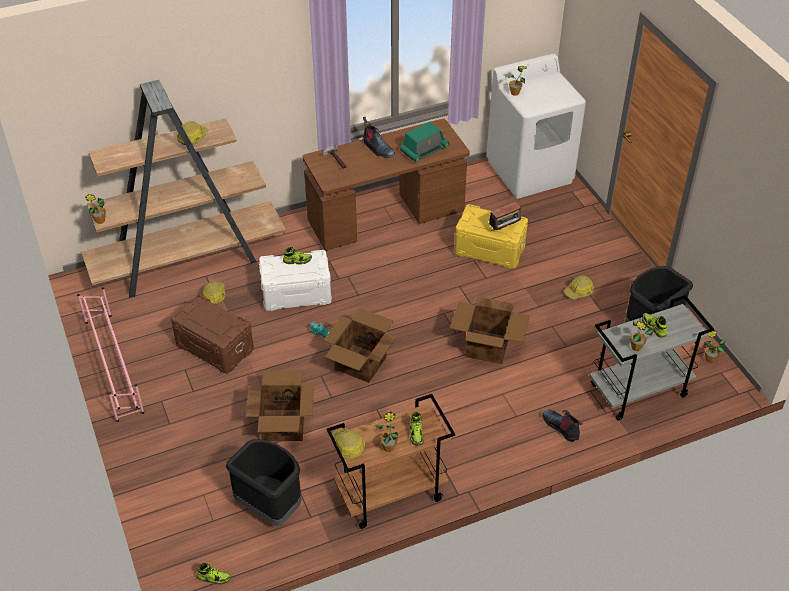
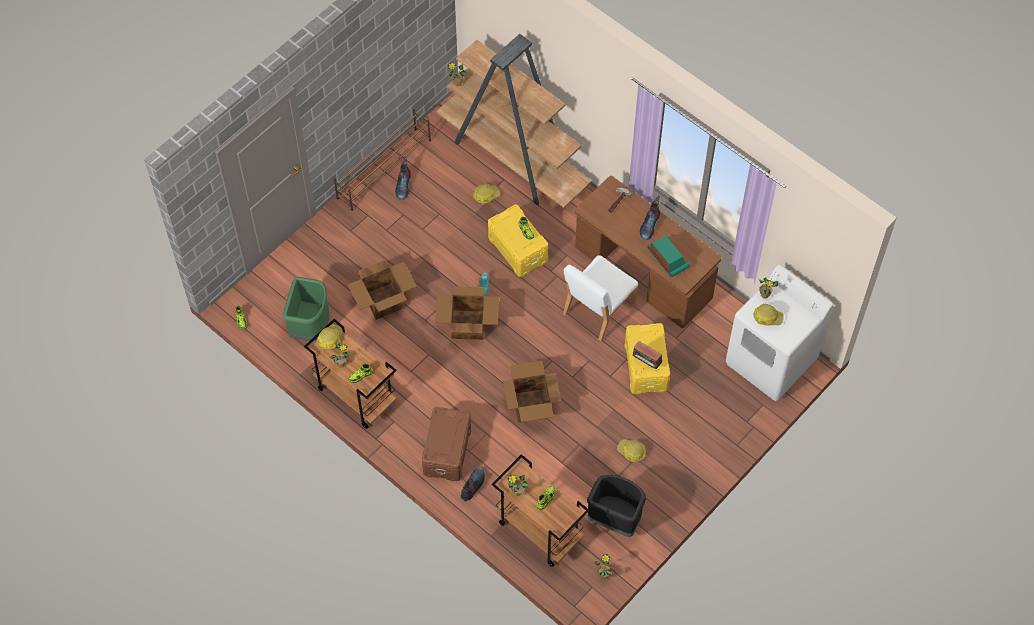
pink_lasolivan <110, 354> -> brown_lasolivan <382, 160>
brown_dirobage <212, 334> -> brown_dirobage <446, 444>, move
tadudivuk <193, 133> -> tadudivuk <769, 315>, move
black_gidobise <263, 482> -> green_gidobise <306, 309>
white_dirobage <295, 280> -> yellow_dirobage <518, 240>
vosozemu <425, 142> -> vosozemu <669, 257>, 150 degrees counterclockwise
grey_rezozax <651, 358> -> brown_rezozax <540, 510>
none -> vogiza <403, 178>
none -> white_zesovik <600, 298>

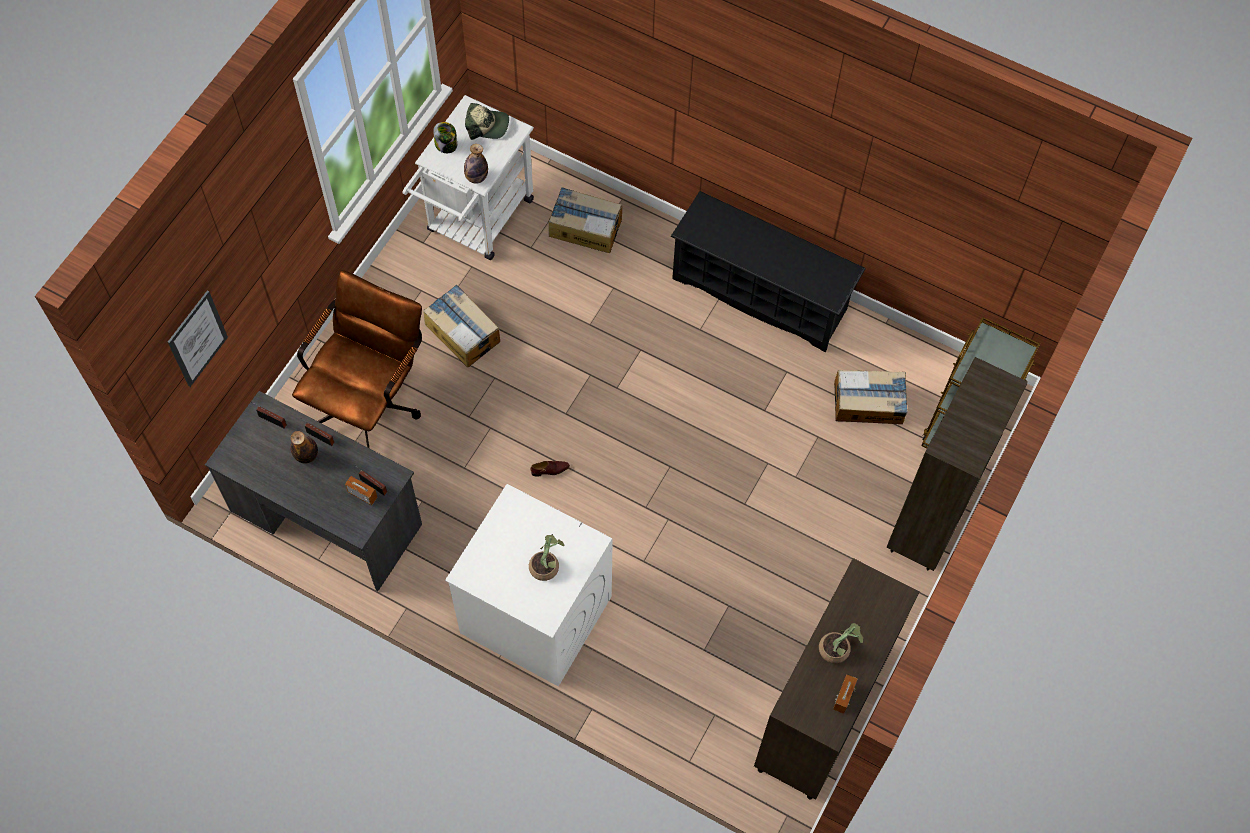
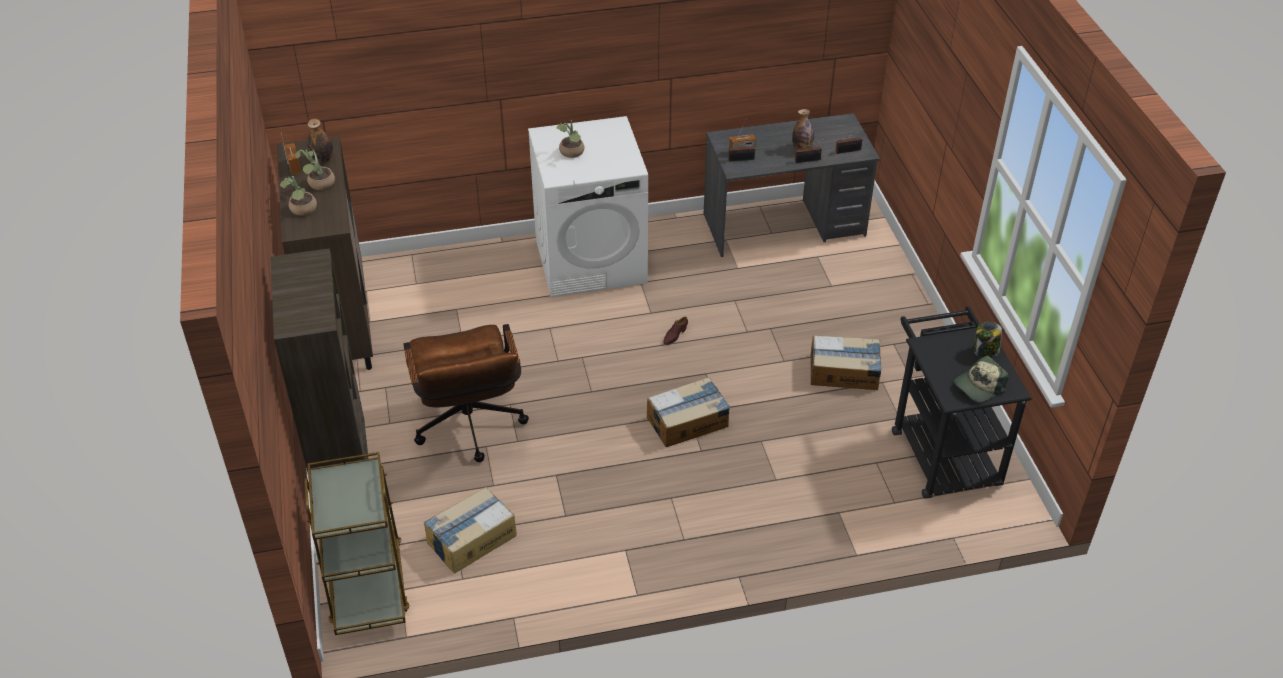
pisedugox <198, 338> -> none
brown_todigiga <357, 359> -> brown_todigiga <466, 393>, move
white_rezozax <468, 177> -> black_rezozax <962, 402>
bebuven <476, 164> -> bebuven <320, 141>, move
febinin <585, 220> -> febinin <688, 412>, move
black_lasolivan <768, 272> -> none
none -> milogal <298, 196>

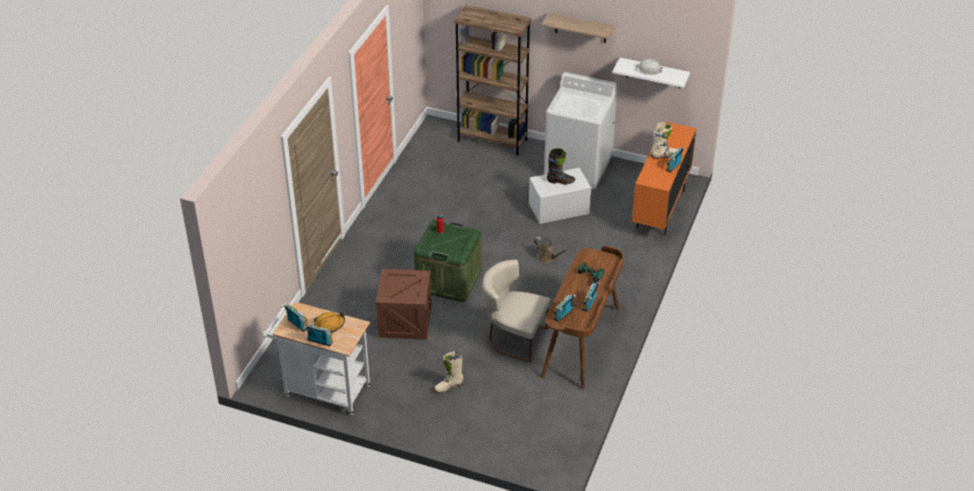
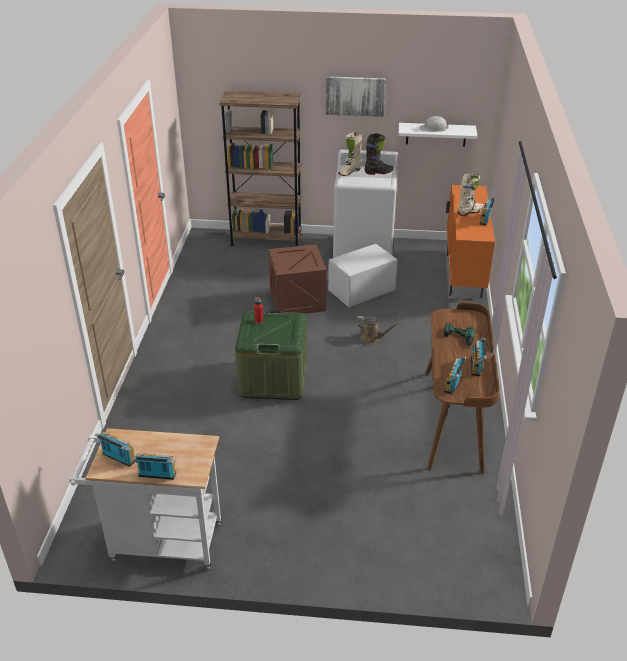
orange_tadudivuk <329, 322> -> none
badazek <403, 304> -> badazek <298, 279>, move
beige_vogiza <448, 372> -> beige_vogiza <350, 154>, move
beige_zesovik <516, 311> -> none
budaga <578, 28> -> pisedugox <356, 96>
black_vogiza <561, 166> -> black_vogiza <379, 154>, move

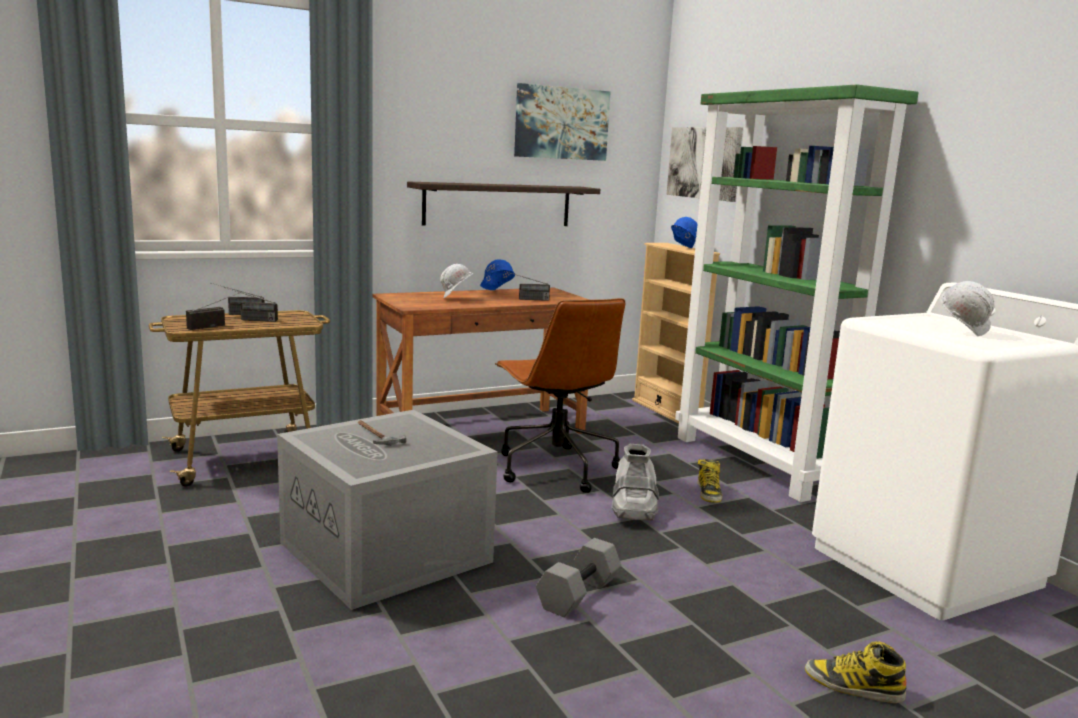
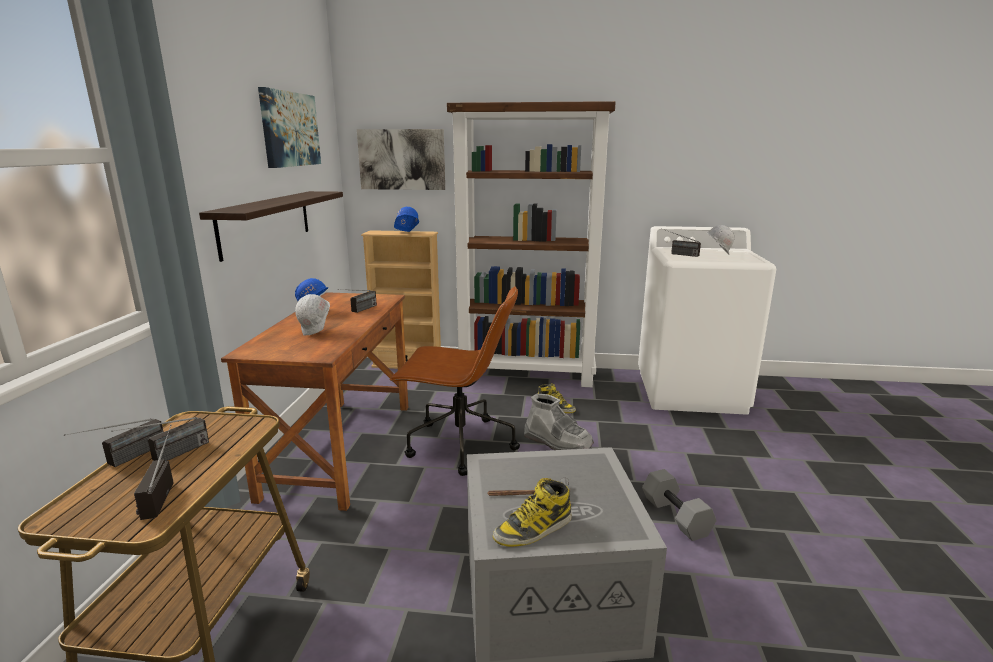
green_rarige <797, 293> -> brown_rarige <531, 244>
vogiza <855, 672> -> vogiza <532, 512>, move
none -> vosozemu <681, 242>

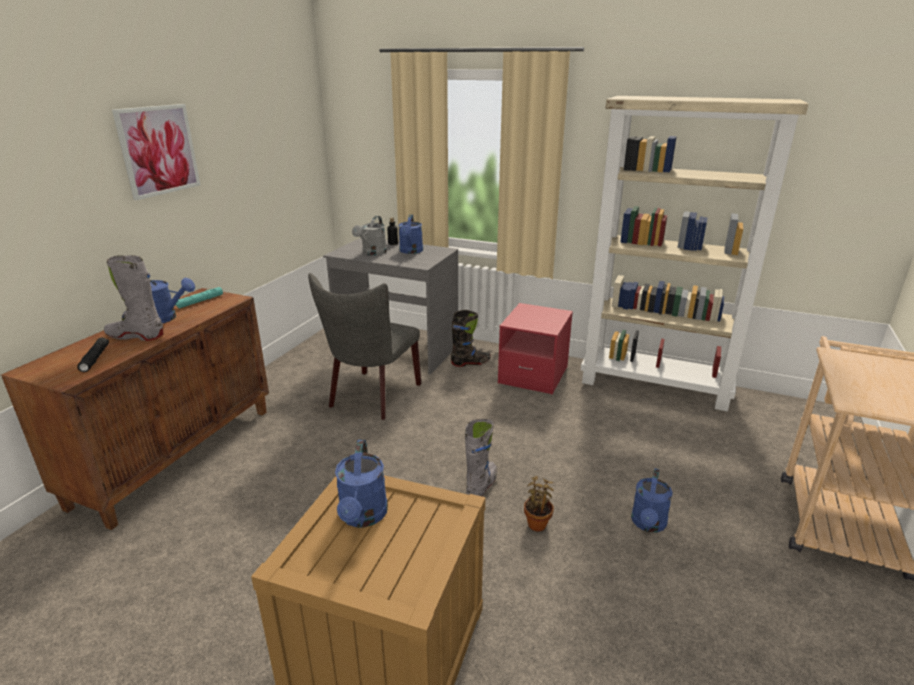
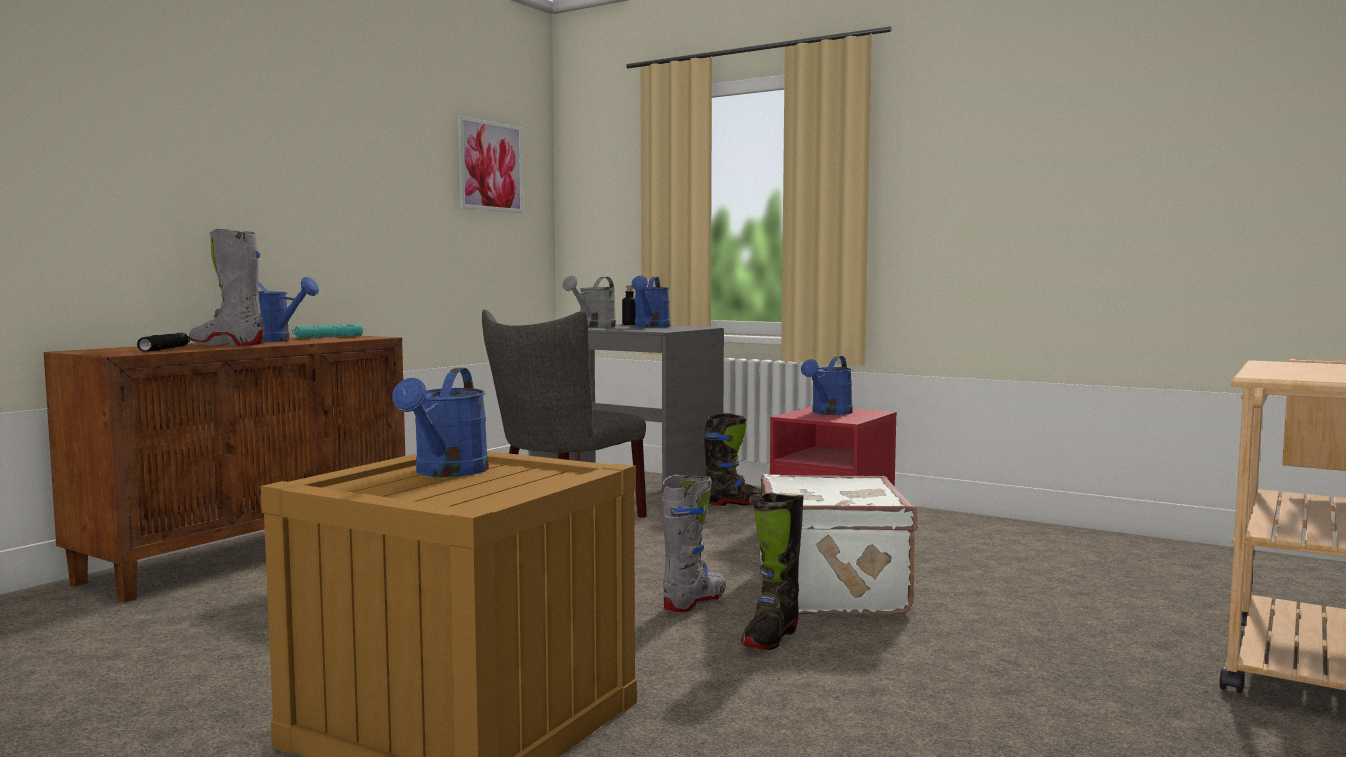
pisedugox <156, 152> -> pisedugox <490, 164>, move
milogal <539, 504> -> black_vogiza <772, 571>
beige_rarige <695, 253> -> none
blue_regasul <652, 500> -> blue_regasul <827, 385>, move
none -> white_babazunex <839, 544>

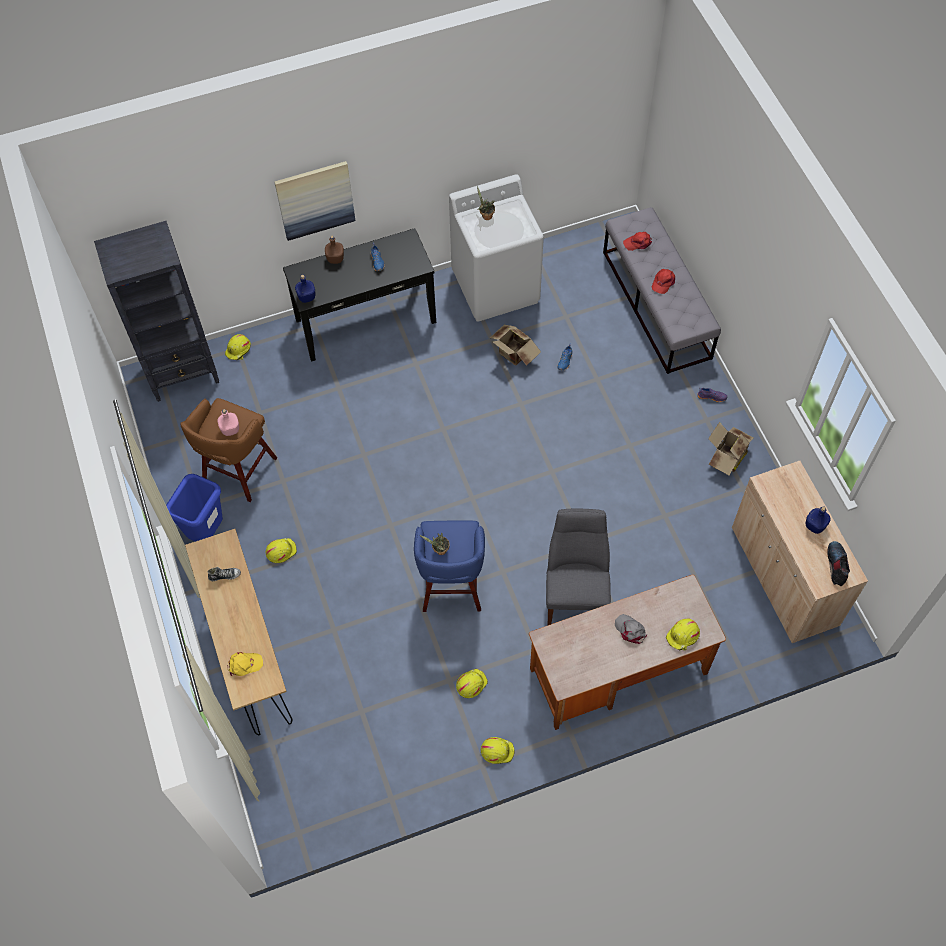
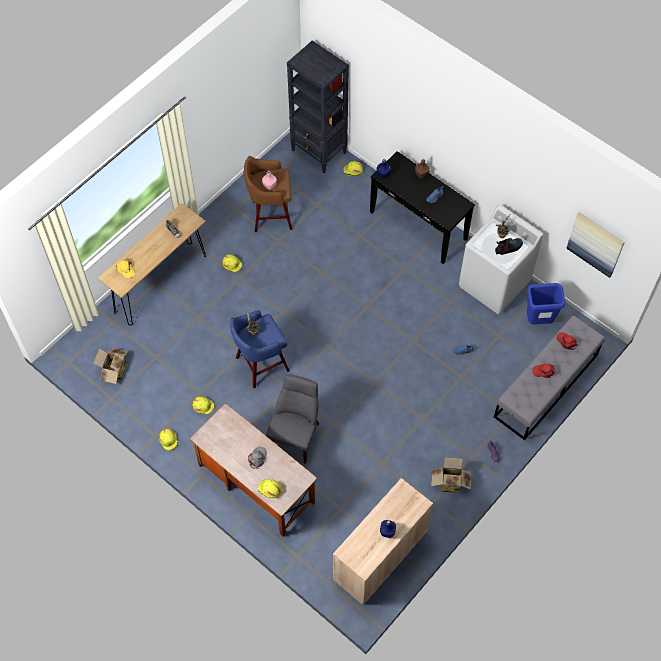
blue_gidobise <194, 508> -> blue_gidobise <546, 303>, move
pisedugox <314, 201> -> pisedugox <595, 245>, move
febinin <515, 345> -> febinin <111, 366>, move
grey_zesovik <578, 567> -> grey_zesovik <292, 419>, 45 degrees counterclockwise
vogiza <838, 563> -> vogiza <509, 246>, move

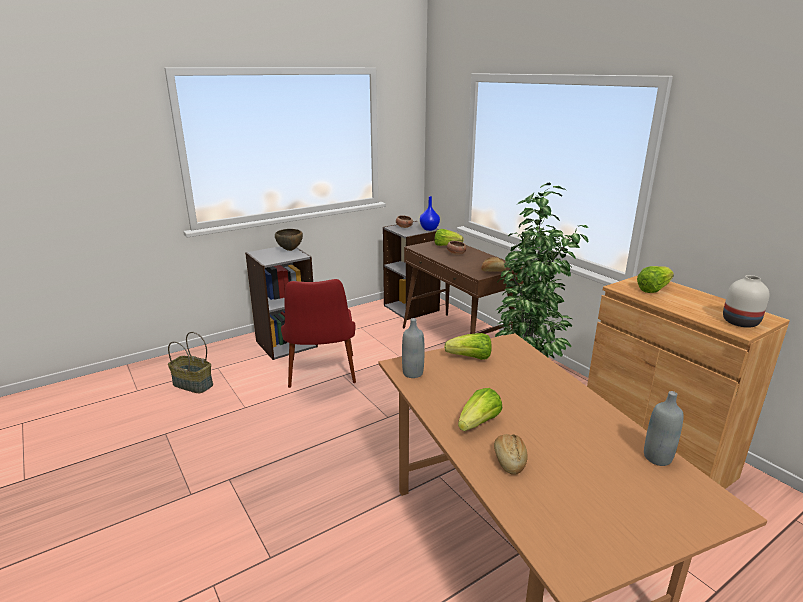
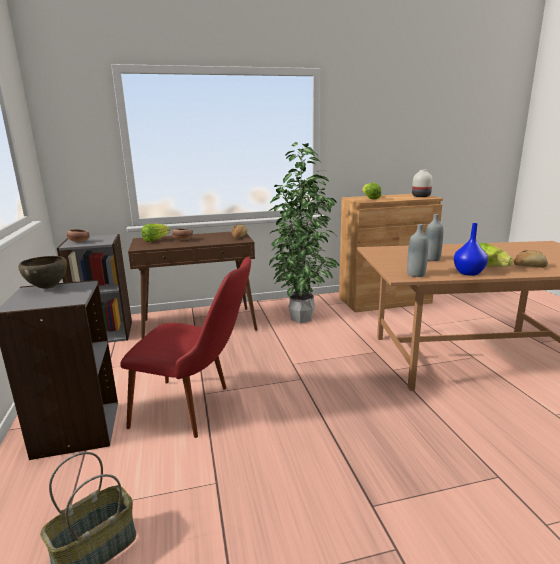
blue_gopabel <430, 213> -> blue_gopabel <471, 249>, move
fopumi <468, 346> -> none
grey_bebuven <664, 428> -> grey_bebuven <434, 237>, move

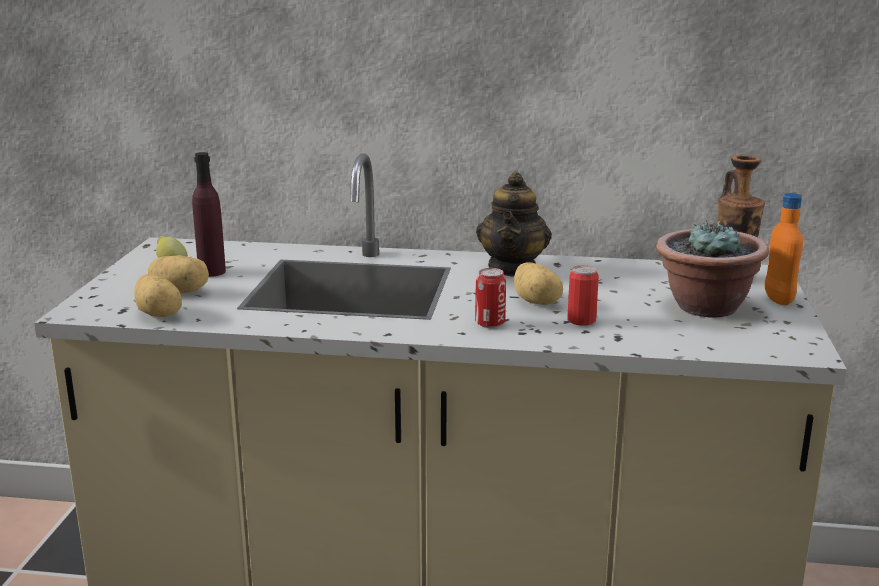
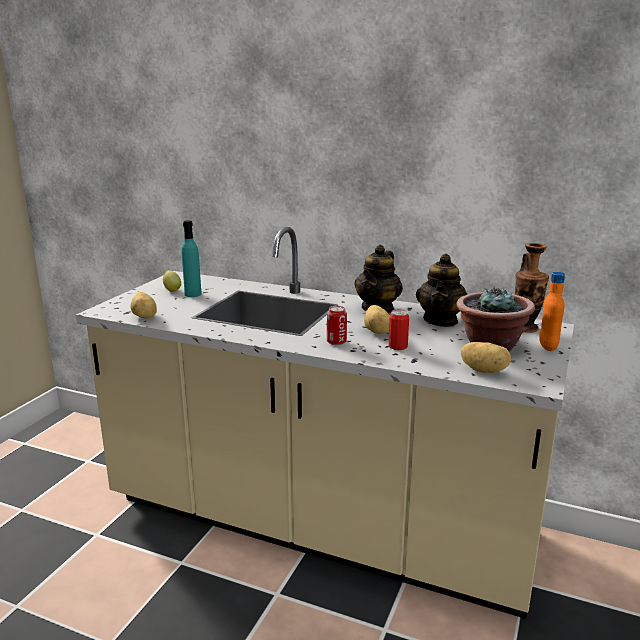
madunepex <178, 274> -> madunepex <486, 357>, move
purple_bebuven <209, 214> -> turquoise_bebuven <191, 258>
none -> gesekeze <441, 290>

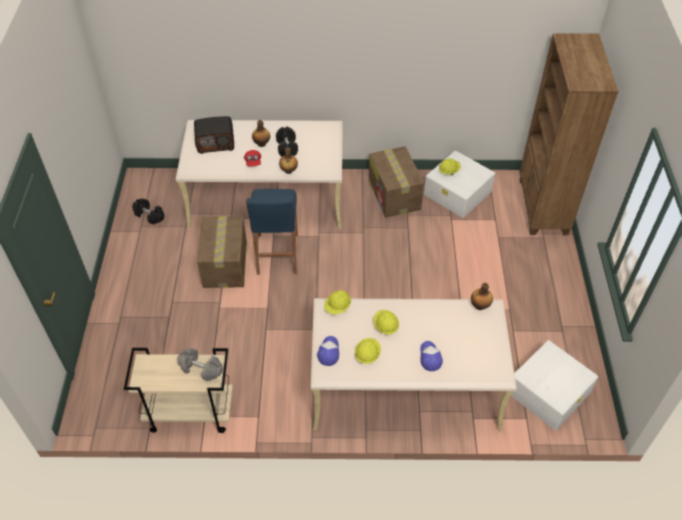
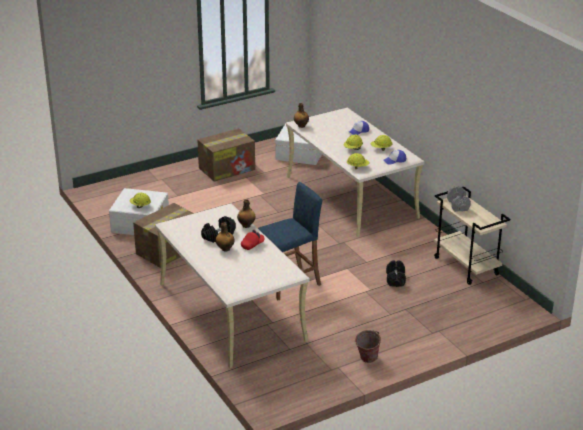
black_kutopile <148, 211> -> black_kutopile <396, 273>, move
vosozemu <214, 135> -> none
febinin <222, 252> -> febinin <226, 155>, move
brown_rarige <569, 134> -> none
none -> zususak <367, 346>

